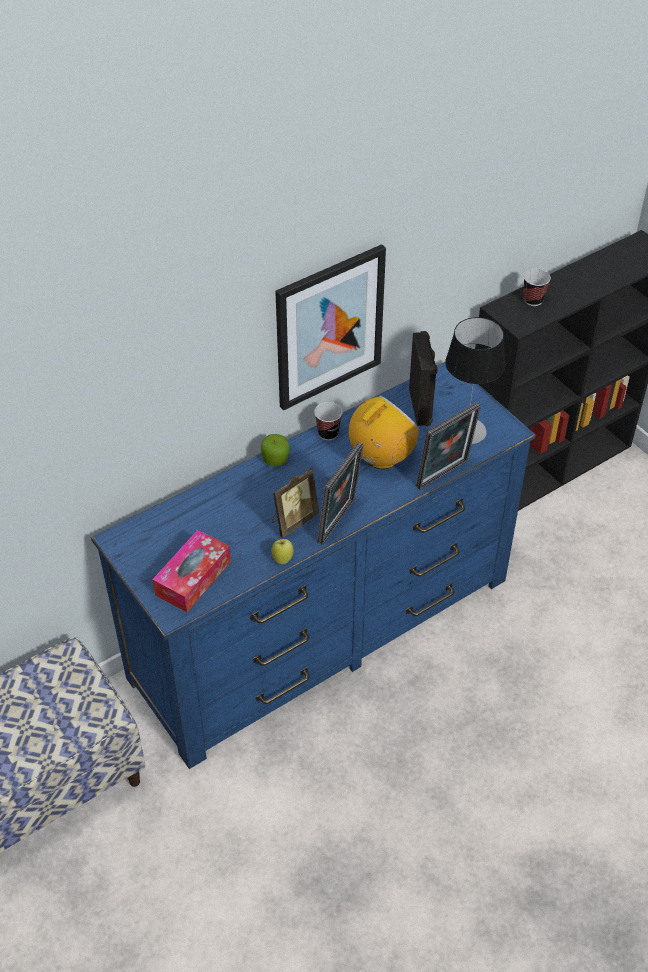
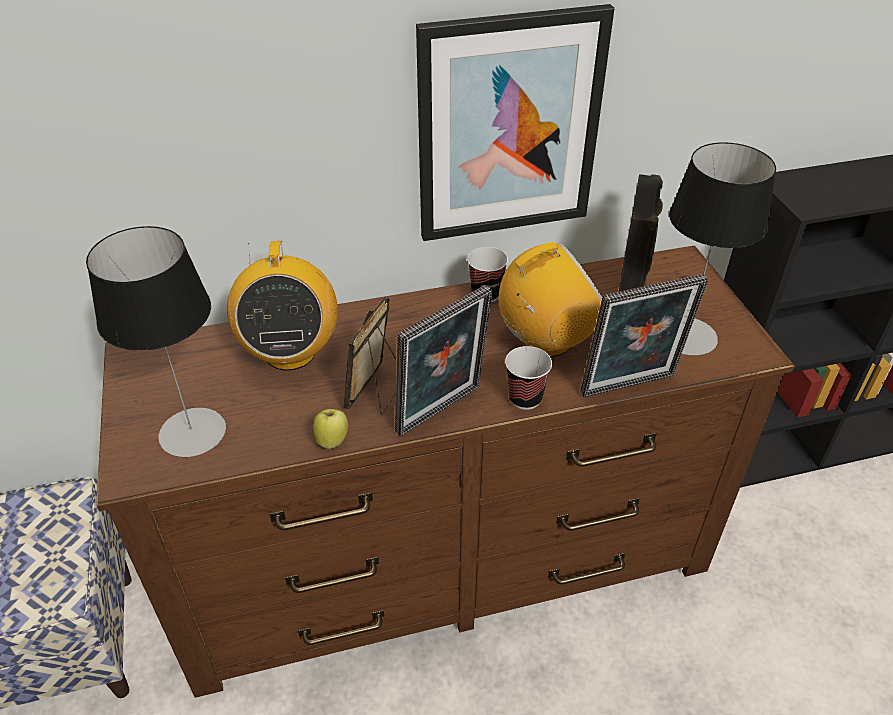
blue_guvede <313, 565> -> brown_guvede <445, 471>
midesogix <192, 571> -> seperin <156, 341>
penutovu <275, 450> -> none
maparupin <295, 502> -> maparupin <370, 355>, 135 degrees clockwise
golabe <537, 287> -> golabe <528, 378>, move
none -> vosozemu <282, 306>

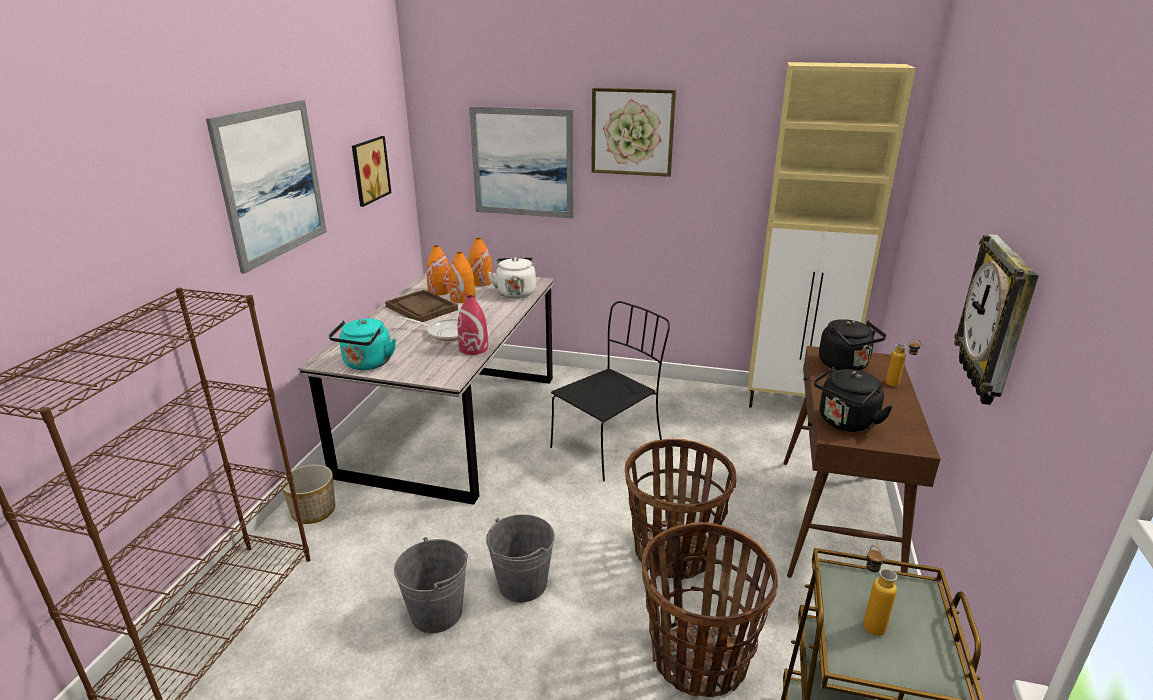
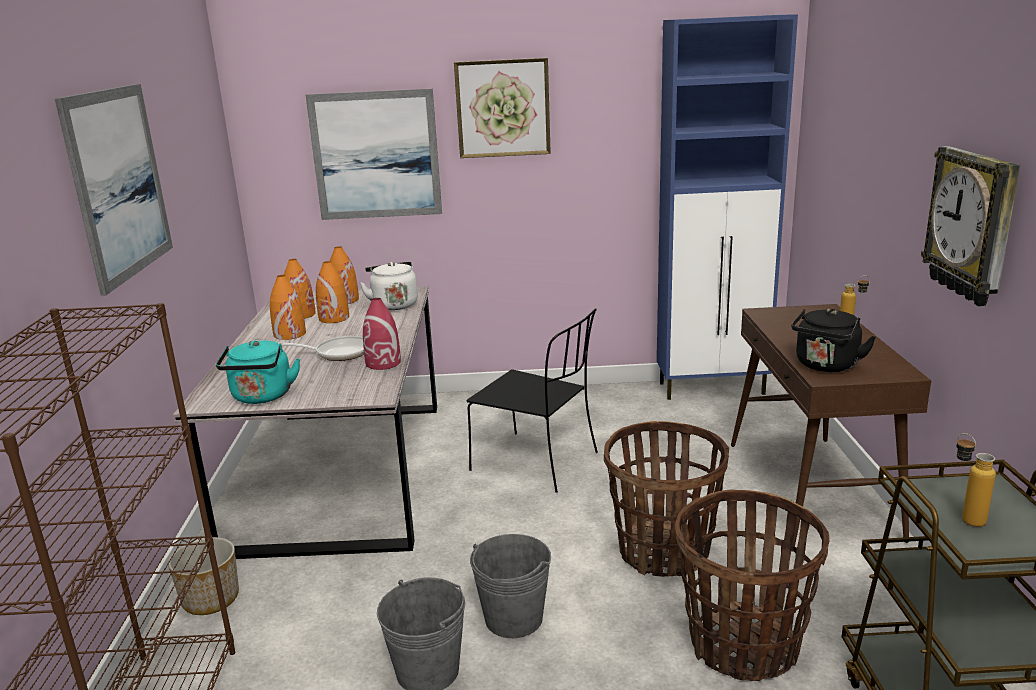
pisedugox <371, 171> -> none
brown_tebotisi <421, 306> -> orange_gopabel <288, 307>
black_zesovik <610, 391> -> black_zesovik <532, 400>, 90 degrees clockwise
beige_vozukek <832, 235> -> blue_vozukek <727, 207>
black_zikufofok <853, 345> -> none

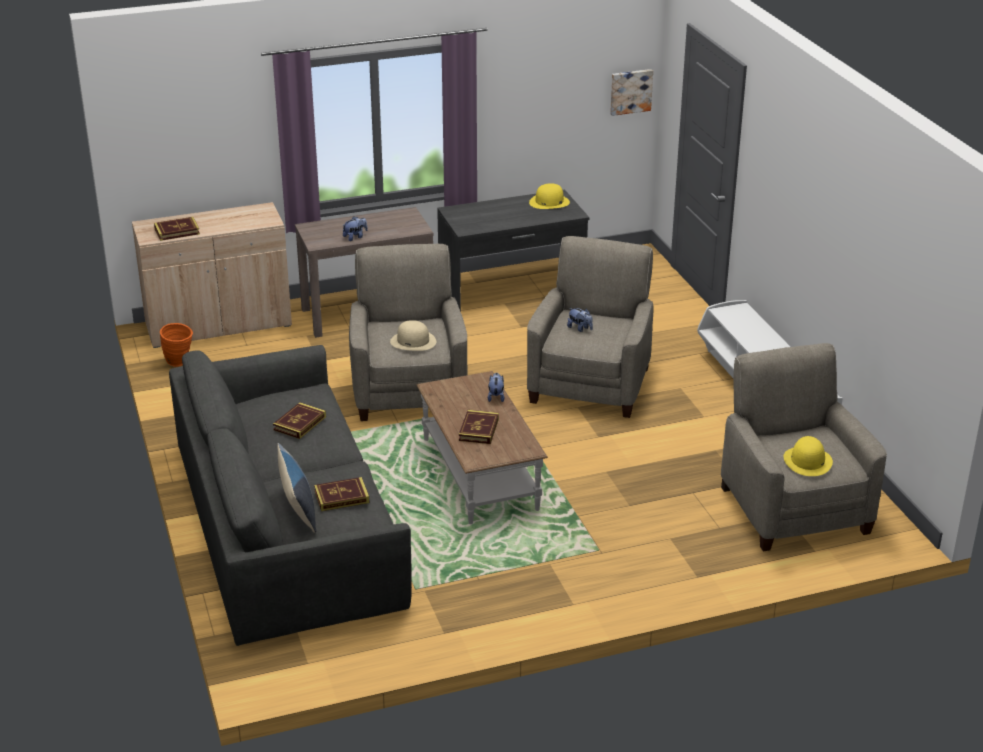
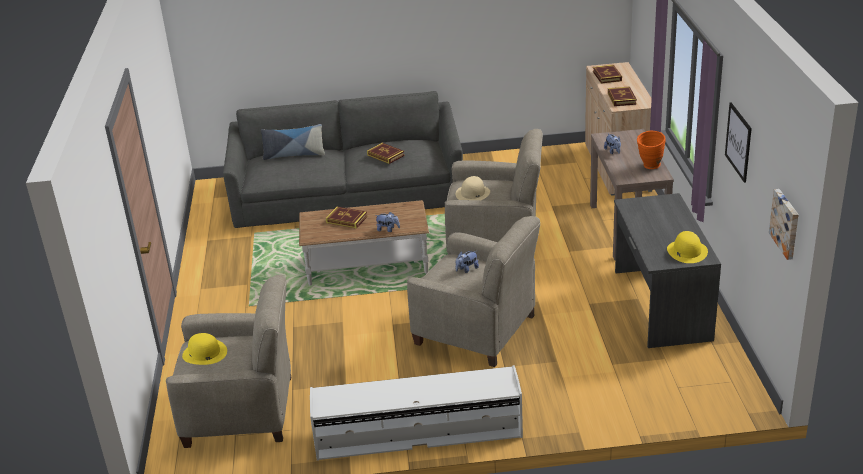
orange_gopabel <176, 345> -> orange_gopabel <651, 150>, move
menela <341, 494> -> menela <622, 96>, move
none -> pisedugox <738, 142>

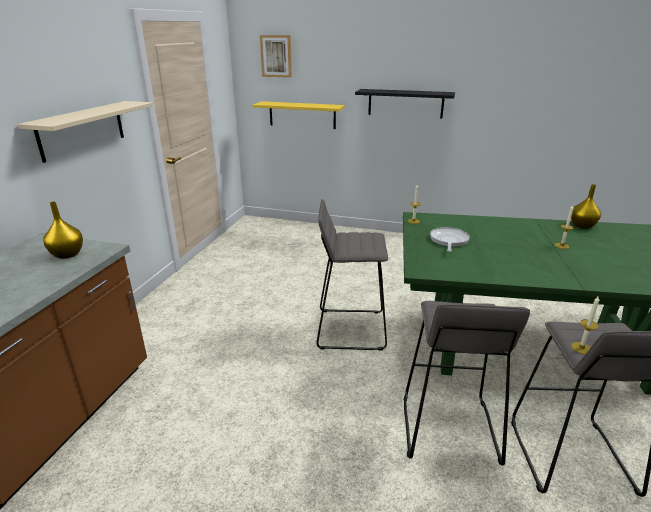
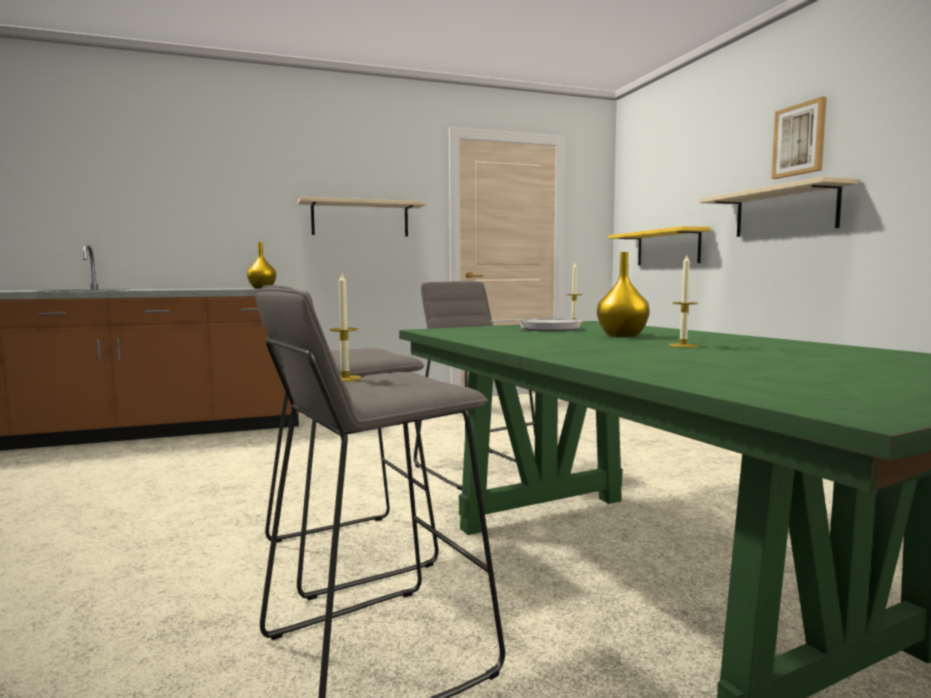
pisedugox <276, 56> -> pisedugox <799, 137>, move
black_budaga <405, 103> -> beige_budaga <779, 206>
yellow_gopabel <586, 206> -> yellow_gopabel <623, 294>, move

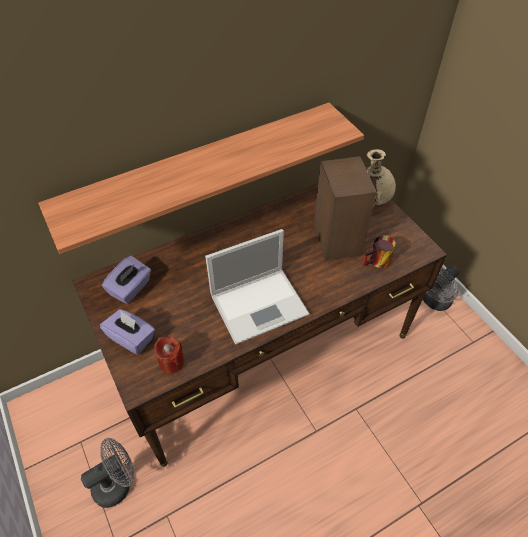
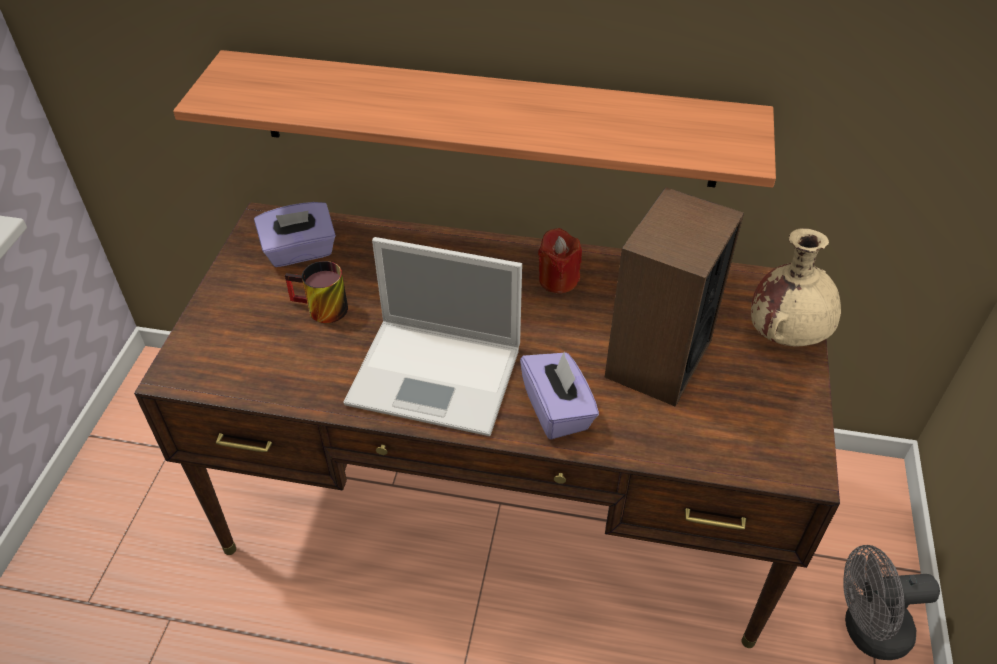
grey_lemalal <107, 473> -> none
purple_midesogix <127, 332> -> purple_midesogix <559, 396>, move
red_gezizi <169, 355> -> red_gezizi <560, 261>, move
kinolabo <379, 251> -> kinolabo <316, 292>, move

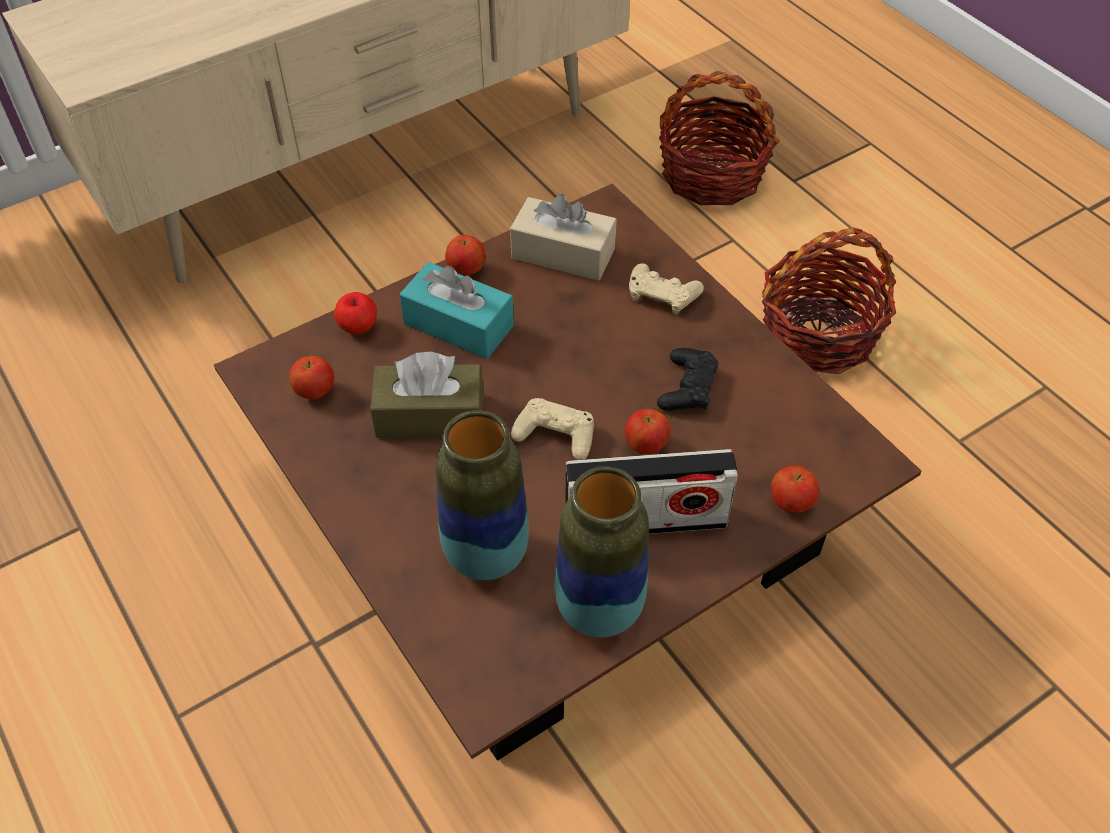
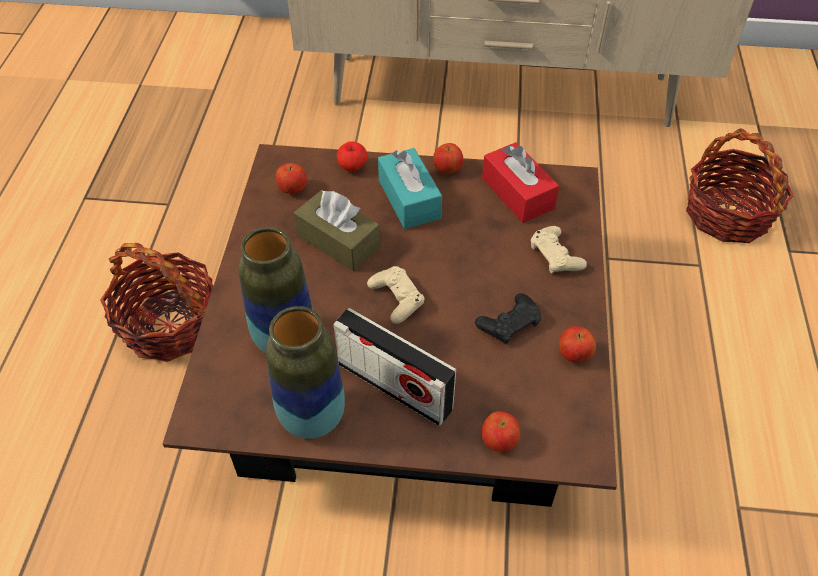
beige_midesogix <563, 237> -> red_midesogix <520, 182>
penutovu <648, 431> -> penutovu <577, 344>, move
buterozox <829, 301> -> buterozox <156, 302>, move

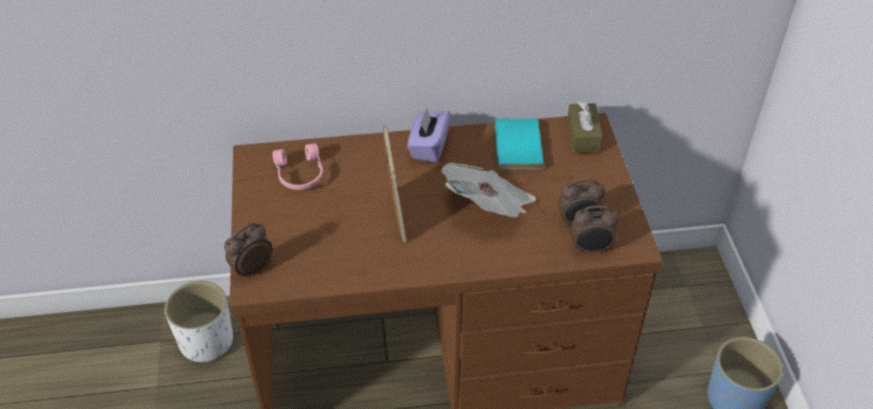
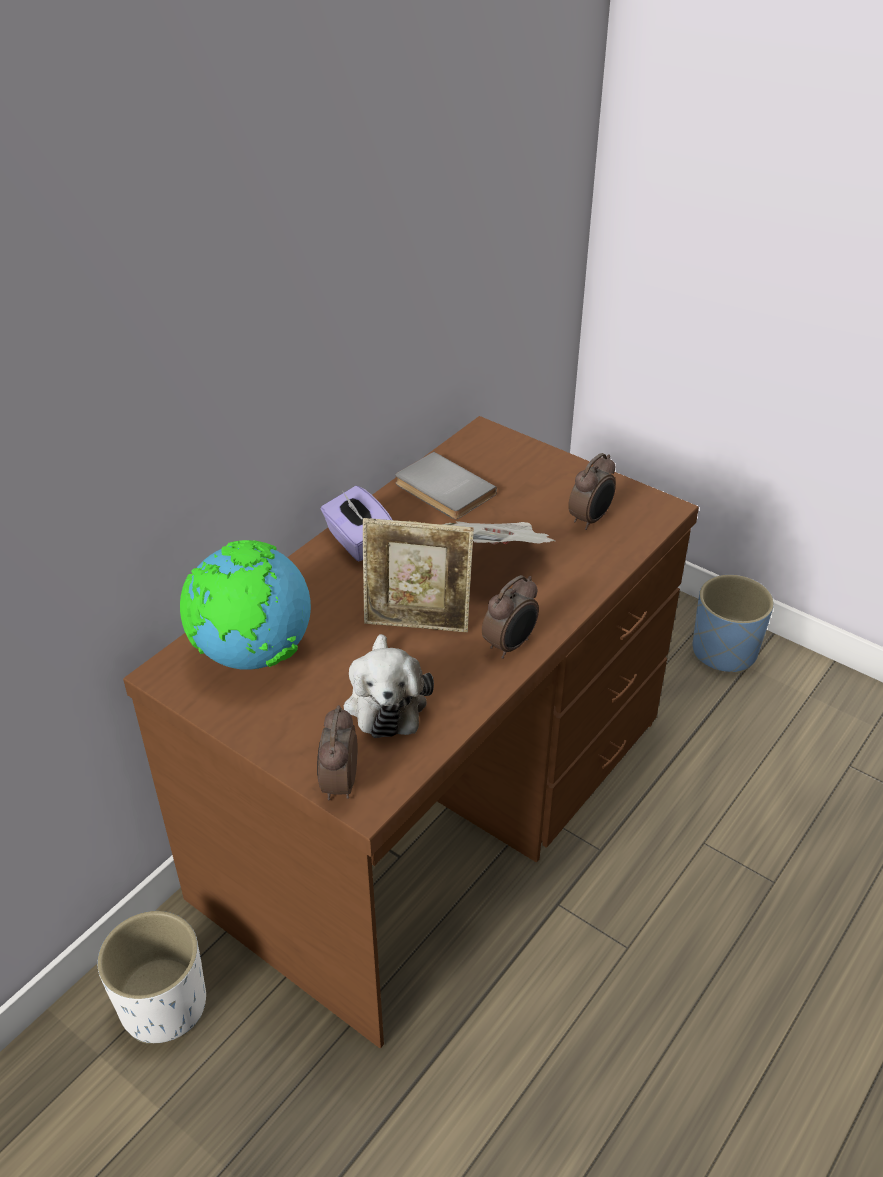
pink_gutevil <297, 166> -> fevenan <245, 605>
maparupin <395, 184> -> maparupin <418, 575>, 150 degrees clockwise
turquoise_menela <519, 144> -> grey_menela <446, 486>
brown_midesogix <585, 127> -> none
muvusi <595, 229> -> muvusi <510, 617>, move
none -> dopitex <388, 686>

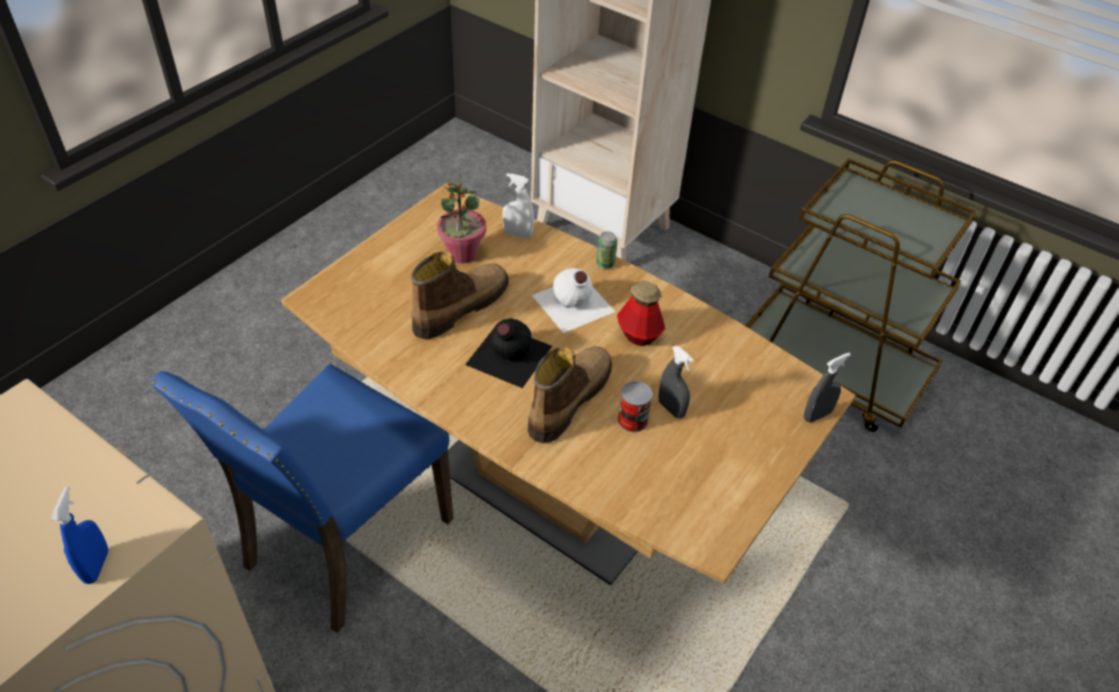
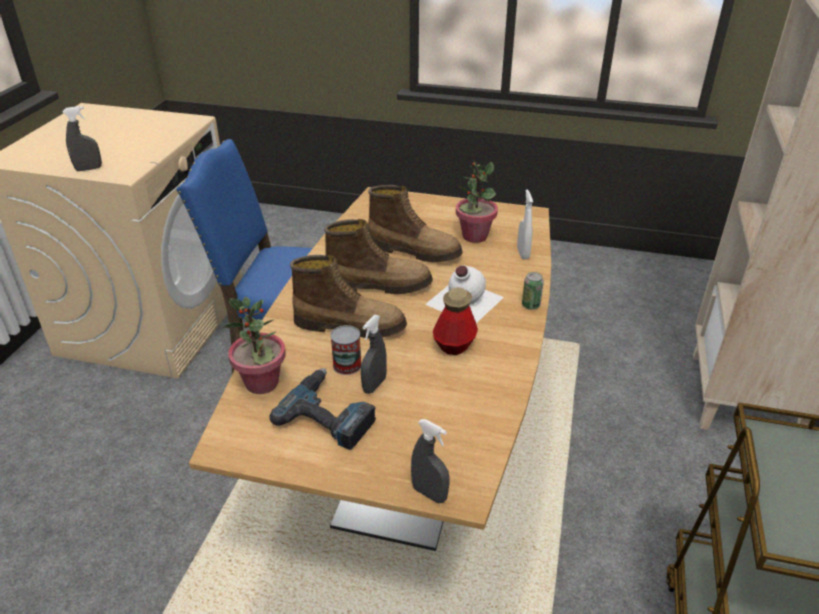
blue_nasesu <79, 535> -> grey_nasesu <82, 138>
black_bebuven <508, 353> -> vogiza <378, 256>
none -> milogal <254, 345>
none -> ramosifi <322, 409>

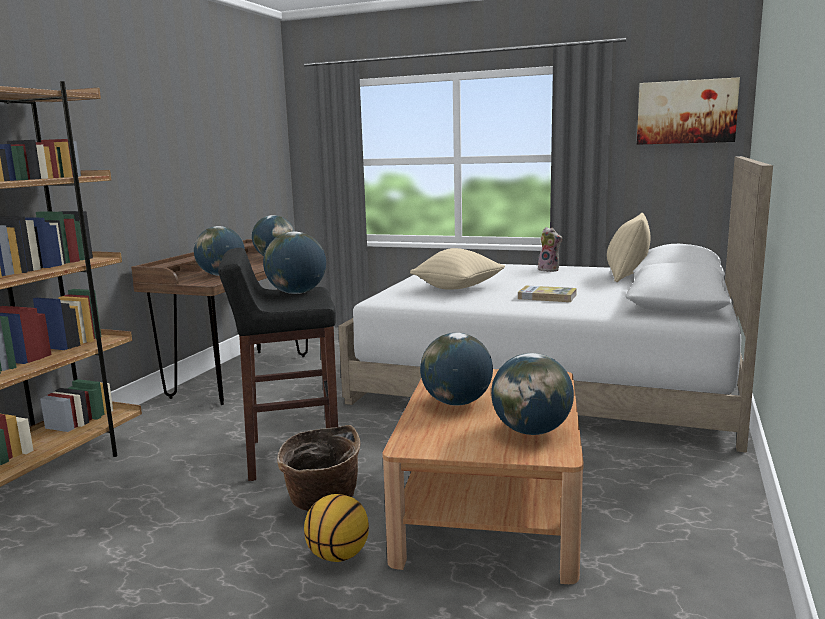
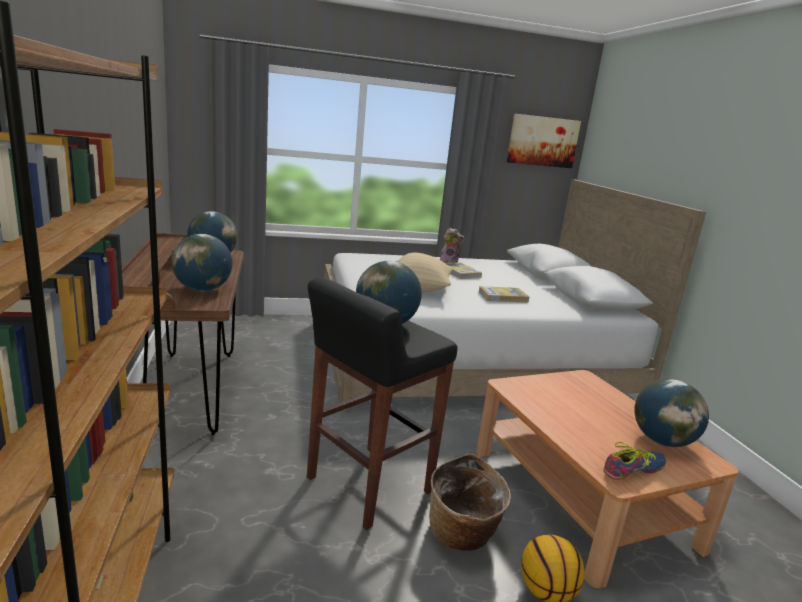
fevenan <456, 369> -> none
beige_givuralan <628, 247> -> none
none -> menela <463, 270>
none -> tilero <634, 461>

